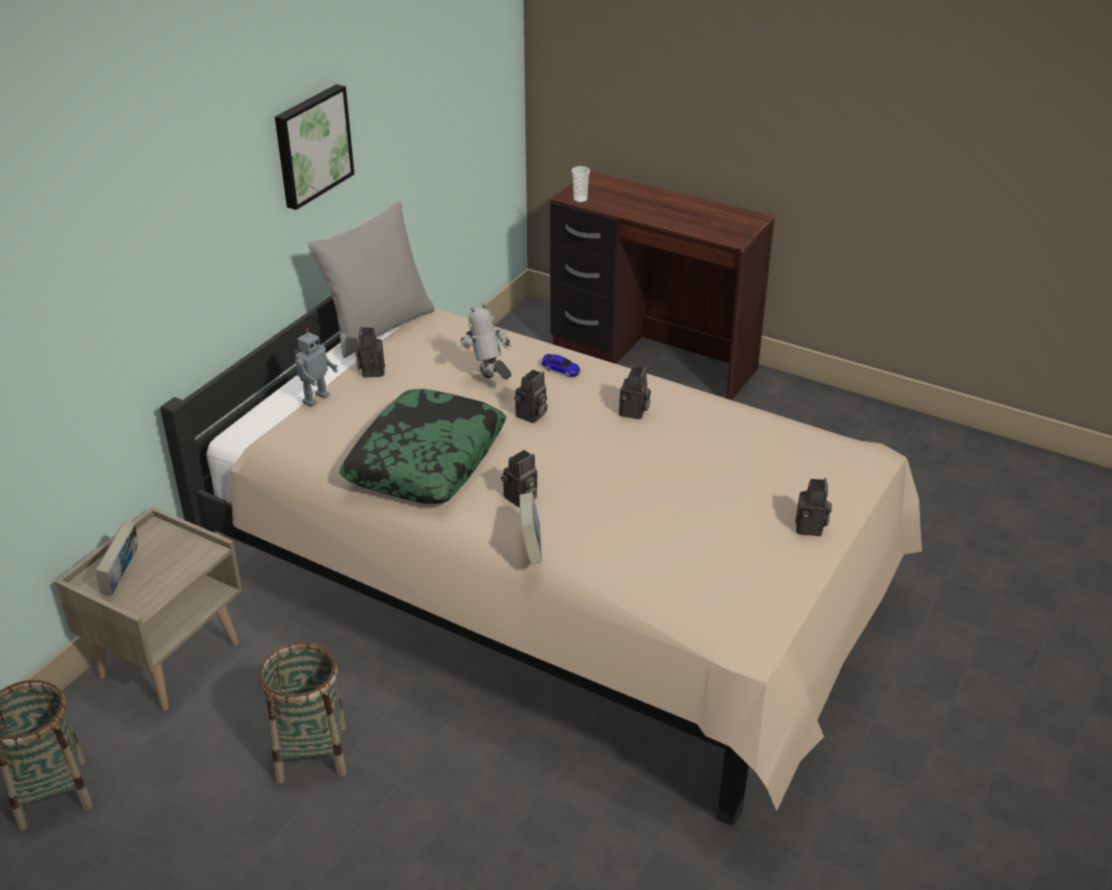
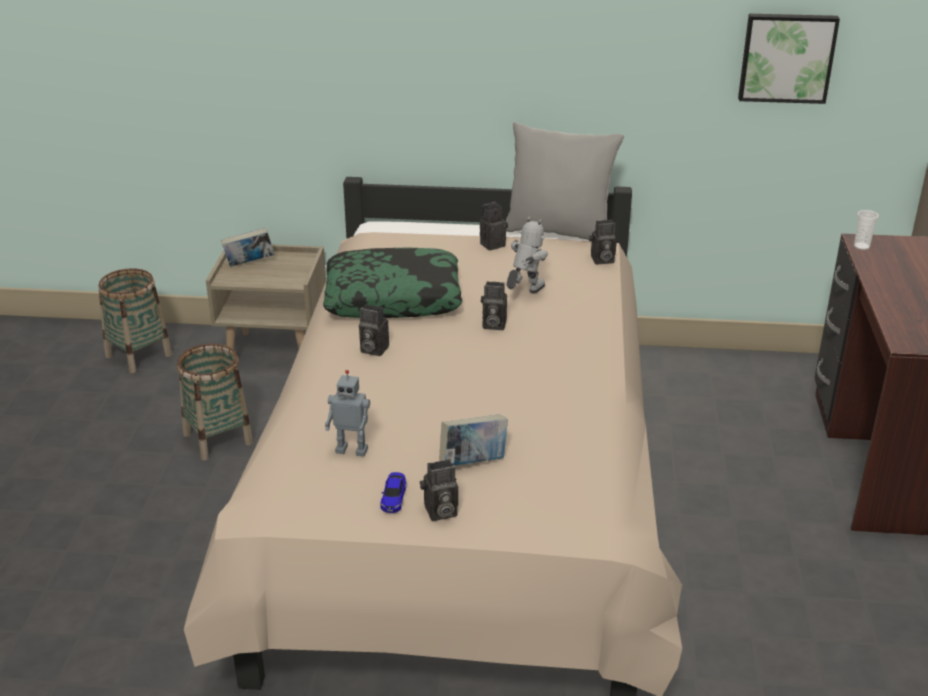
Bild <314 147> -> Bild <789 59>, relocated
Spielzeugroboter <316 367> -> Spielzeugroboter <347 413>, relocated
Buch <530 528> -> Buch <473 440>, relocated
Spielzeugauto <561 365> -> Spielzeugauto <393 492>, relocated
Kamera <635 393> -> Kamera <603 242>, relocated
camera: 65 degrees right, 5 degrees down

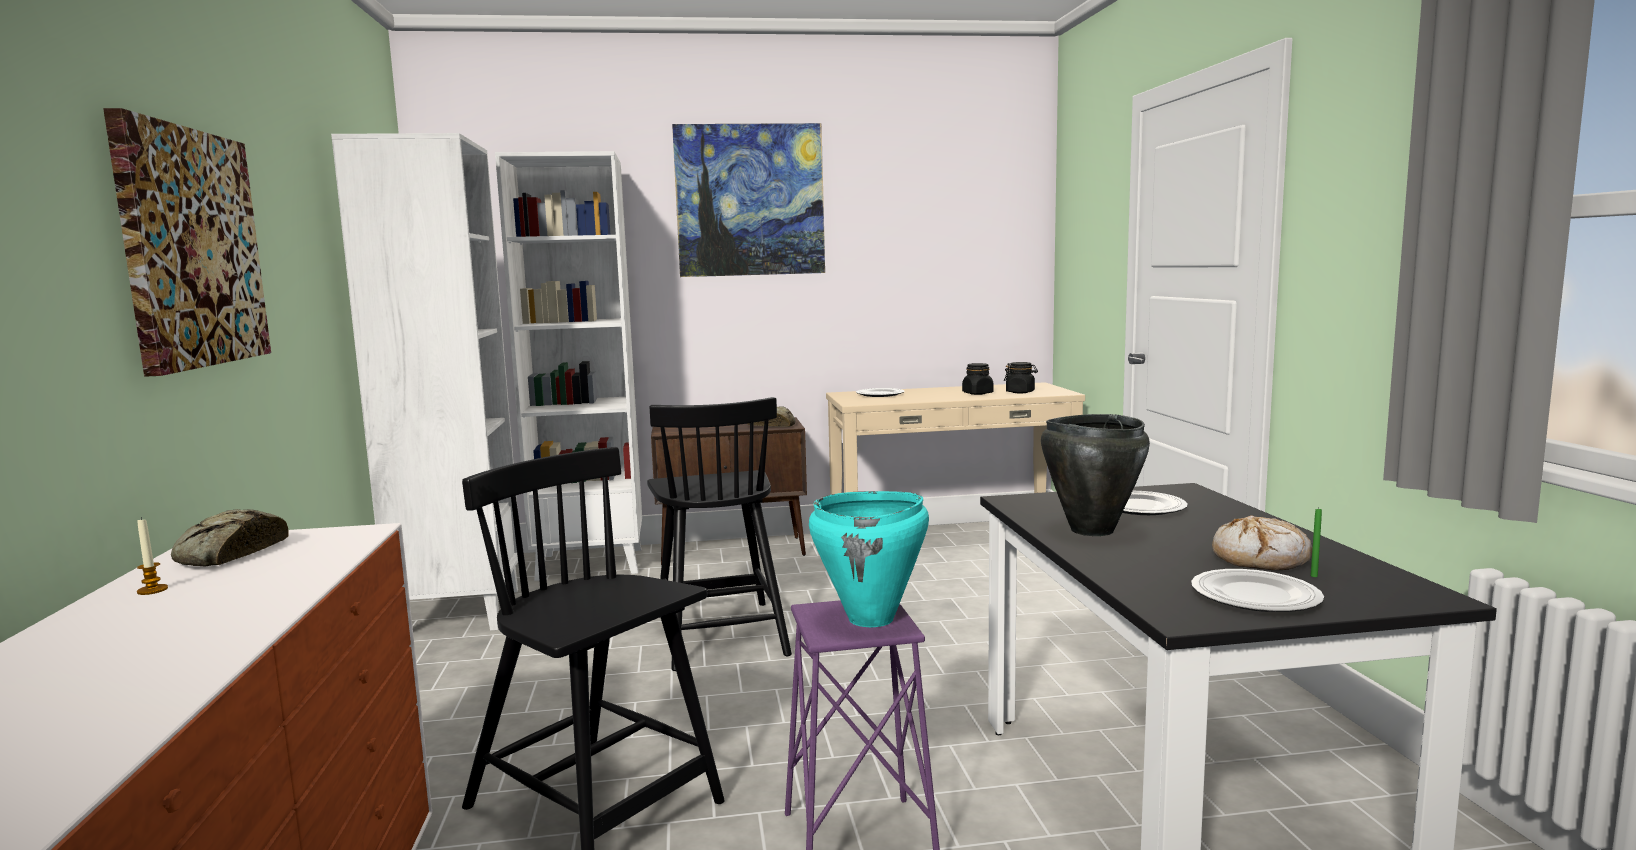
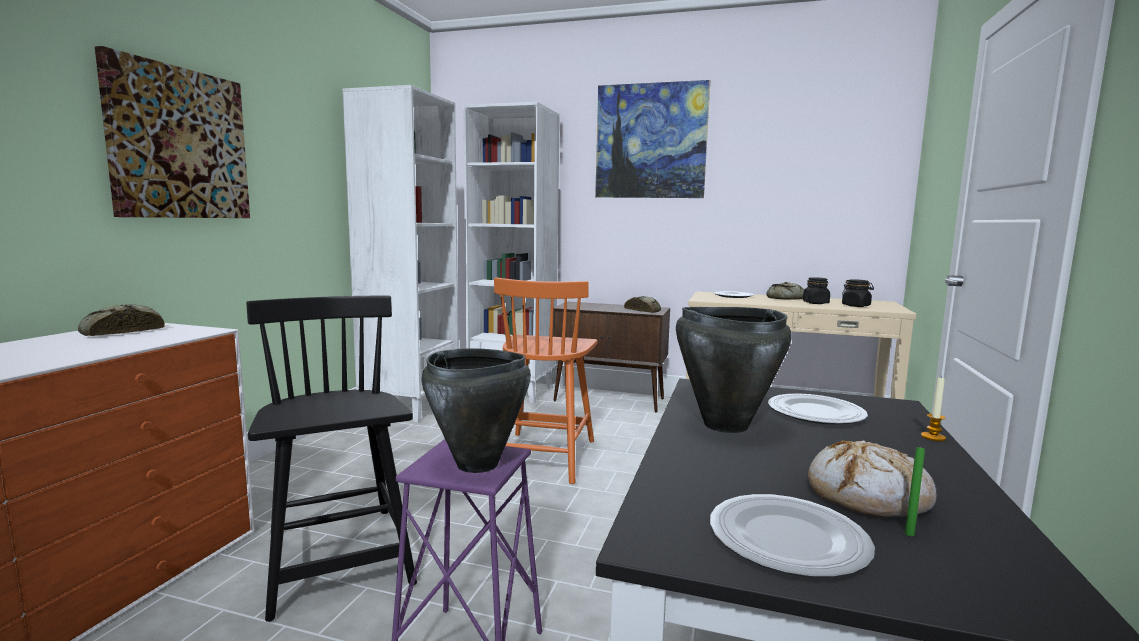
none -> Brot <785 291>
Kerze <152 556> -> Kerze <933 408>, relocated
Stuhl (schwarz) <719 534> -> Stuhl (orange) <546 381>
Kochtopf (türkis) <869 559> -> Kochtopf (schwarz) <476 410>
camera: 25 degrees right, 0 degrees up

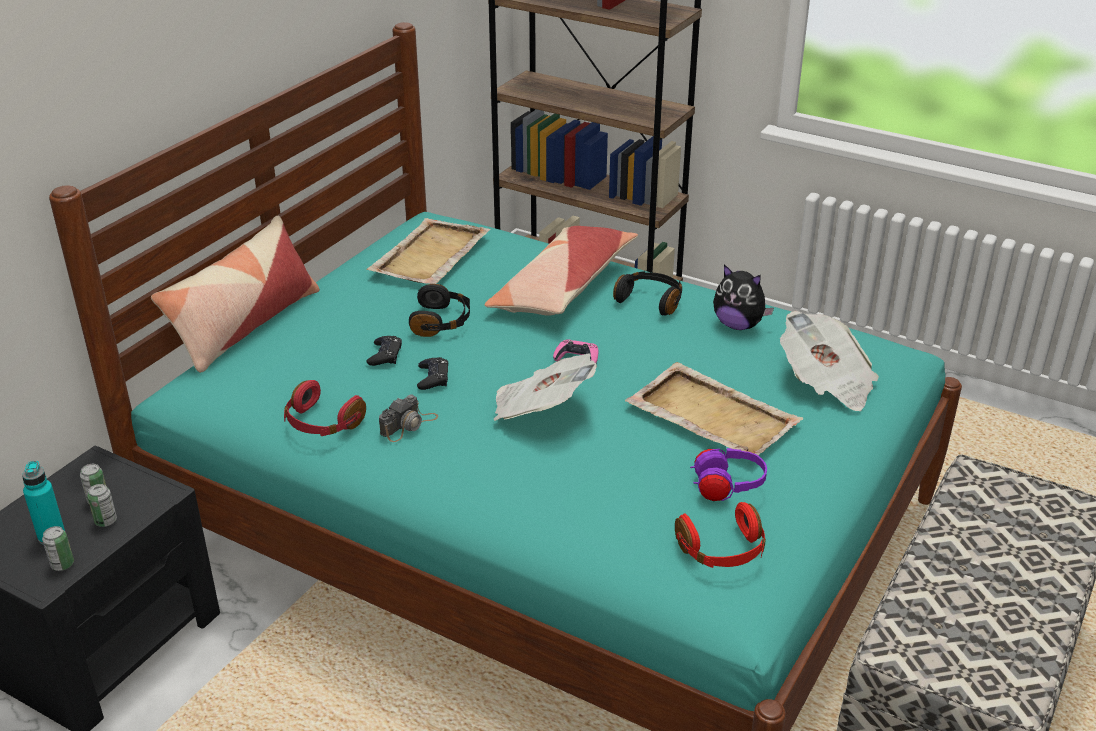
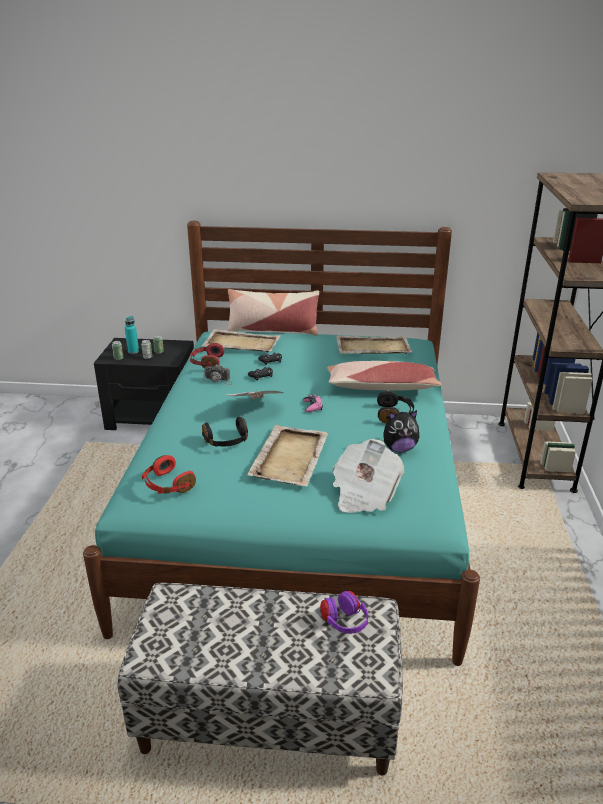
none -> Tablett (beige) <241 340>
Kopfhörer (schwarz) <439 310> -> Kopfhörer (schwarz) <225 432>, relocated
Kopfhörer (lila) <728 474> -> Kopfhörer (lila) <344 612>, relocated
Plüschtier <743 297> -> Plüschtier <401 431>, 105 degrees counterclockwise
camera: 65 degrees right, 5 degrees down

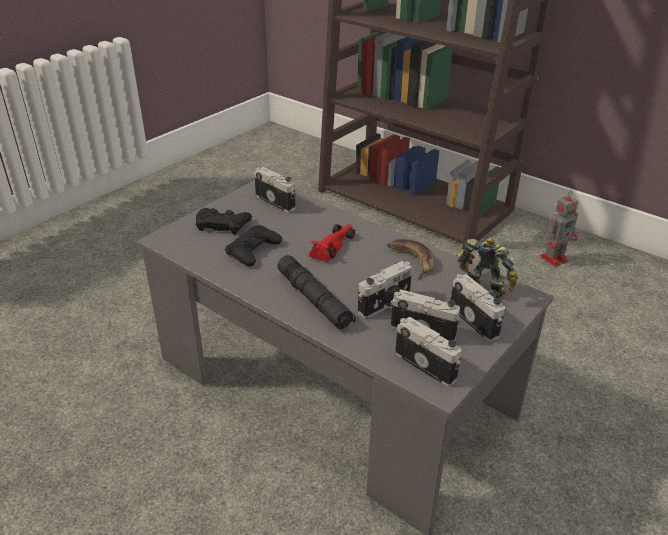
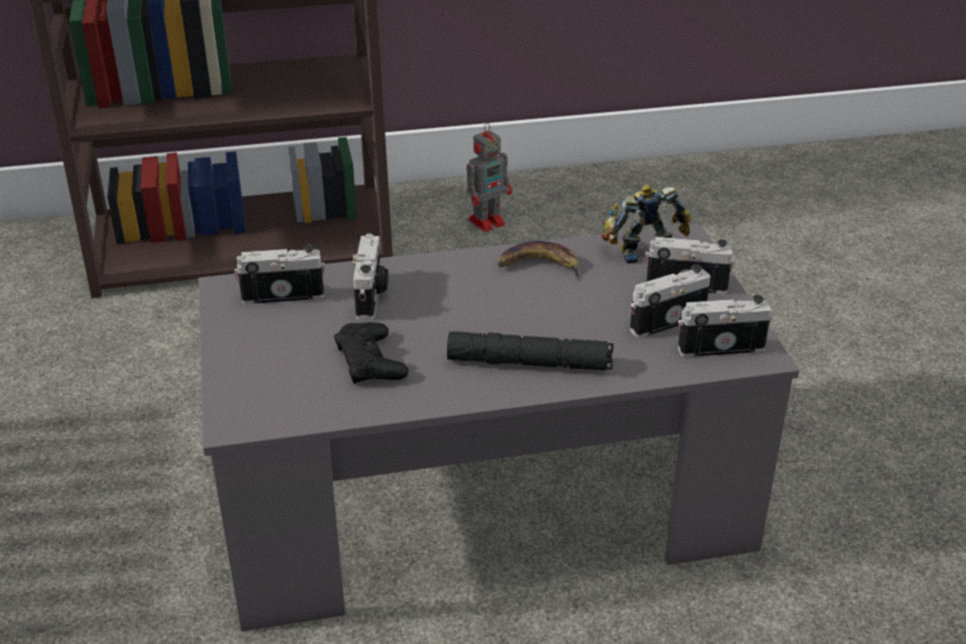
Gamepad (schwarz) <224 221> -> none
Spielzeugauto (rot) <332 243> -> none
Kamera <385 289> -> Kamera <370 277>, relocated
Spielzeugroboter <559 228> -> Spielzeugroboter <489 177>, 45 degrees clockwise
camera: 50 degrees left, 0 degrees up

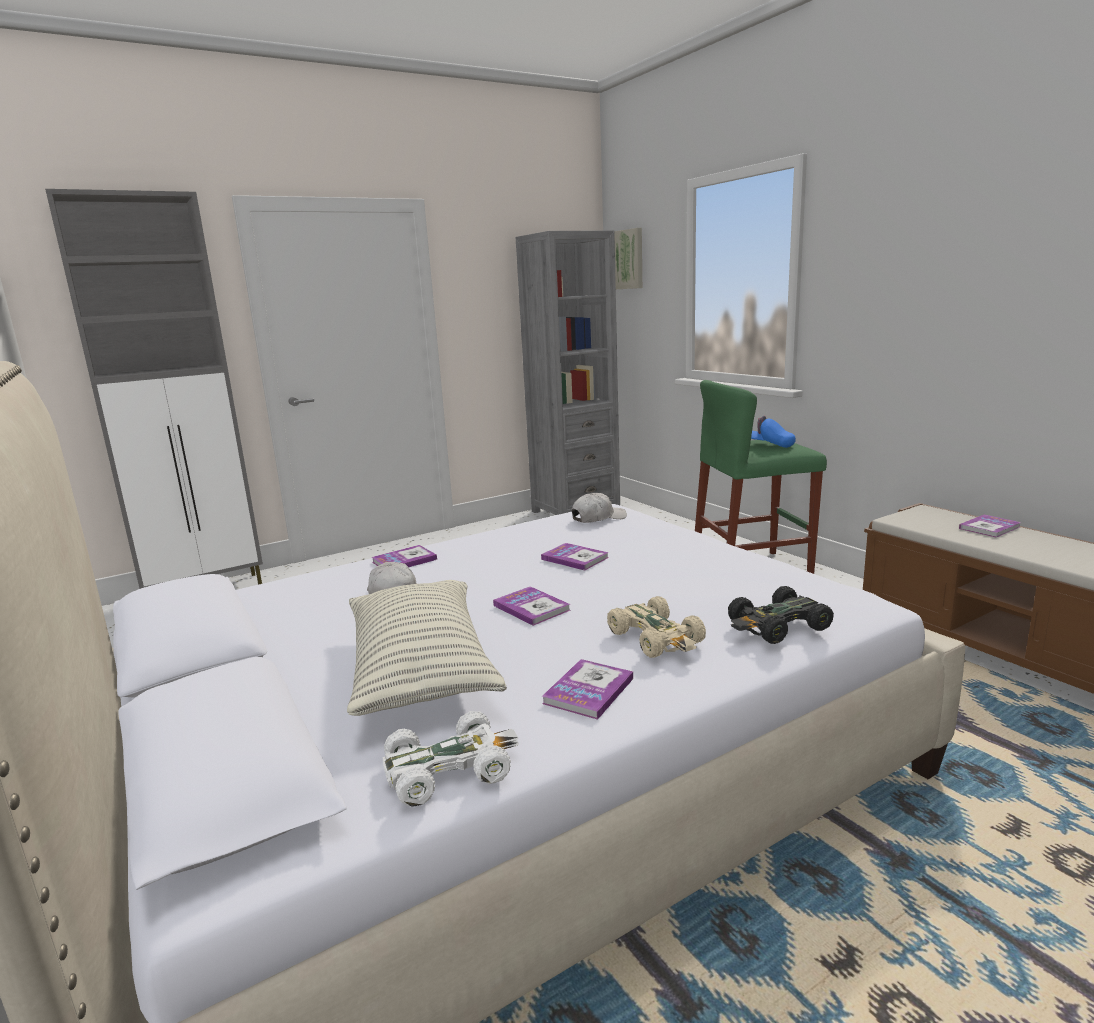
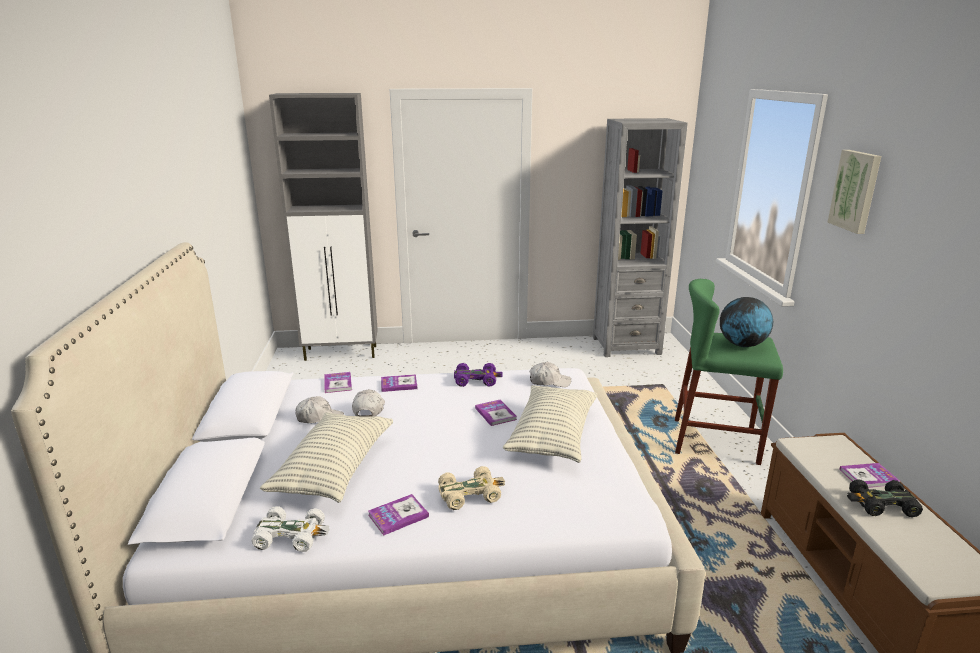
none -> Kappe (weiß) <320 409>
none -> Spielzeugauto (lila) <478 375>
none -> Kissen <550 424>
Buch <531 606> -> Buch <338 382>, relocated
Bild <628 258> -> Bild <854 192>, relocated
Spielzeugauto (schwarz) <781 615> -> Spielzeugauto (schwarz) <885 498>, relocated
Kappe (blau) <773 432> -> Globus <746 322>
Spielzeugauto (beige) <656 627> -> Spielzeugauto (beige) <471 488>, 105 degrees counterclockwise
camera: 25 degrees right, 5 degrees up

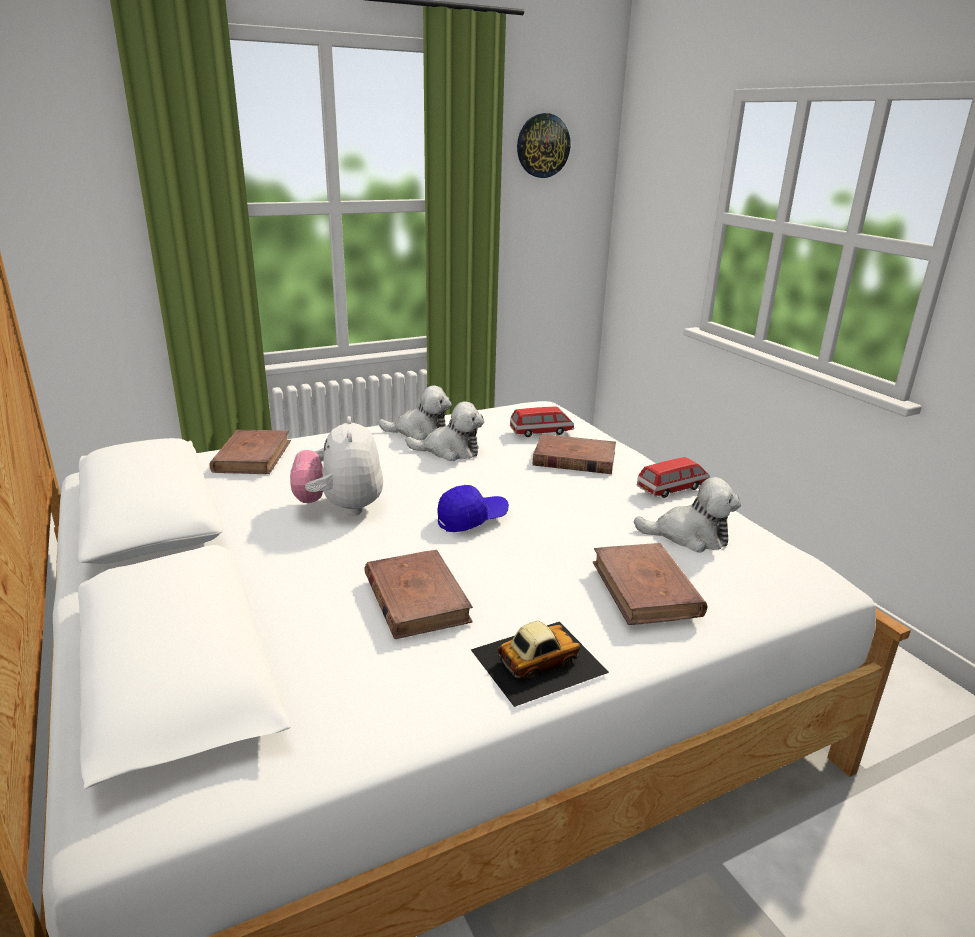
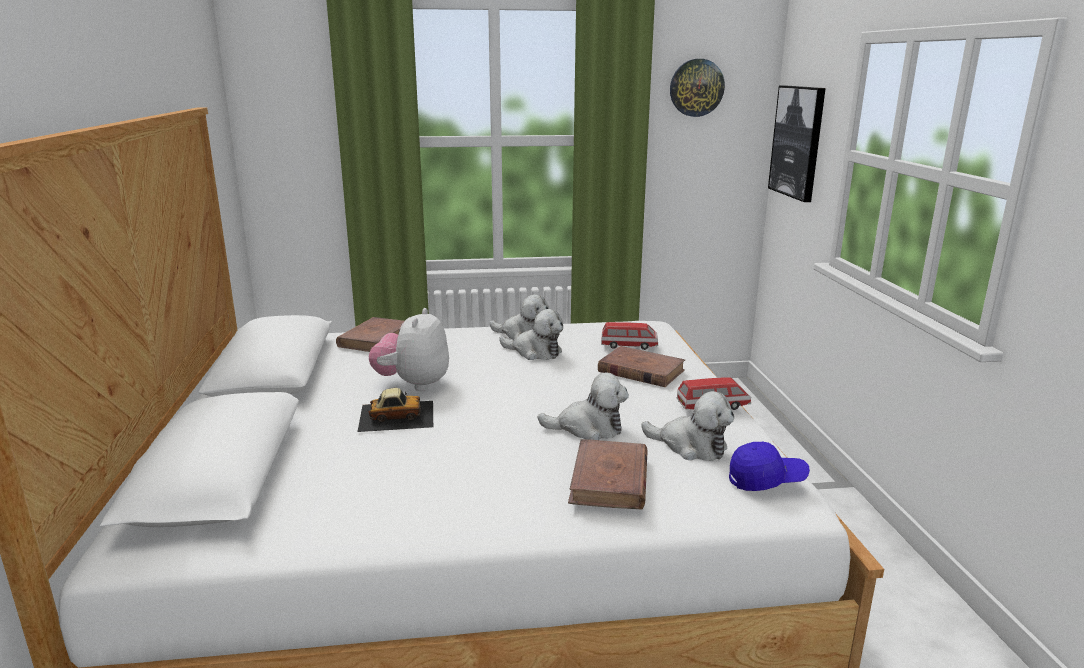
Buch (braun) <418 594> -> none
none -> Plüschtier <583 406>
none -> Bild <797 143>
Kappe (blau) <473 508> -> Kappe (blau) <769 466>, relocated
Spielzeugauto <540 664> -> Spielzeugauto <395 410>, relocated
camera: 20 degrees right, 5 degrees down

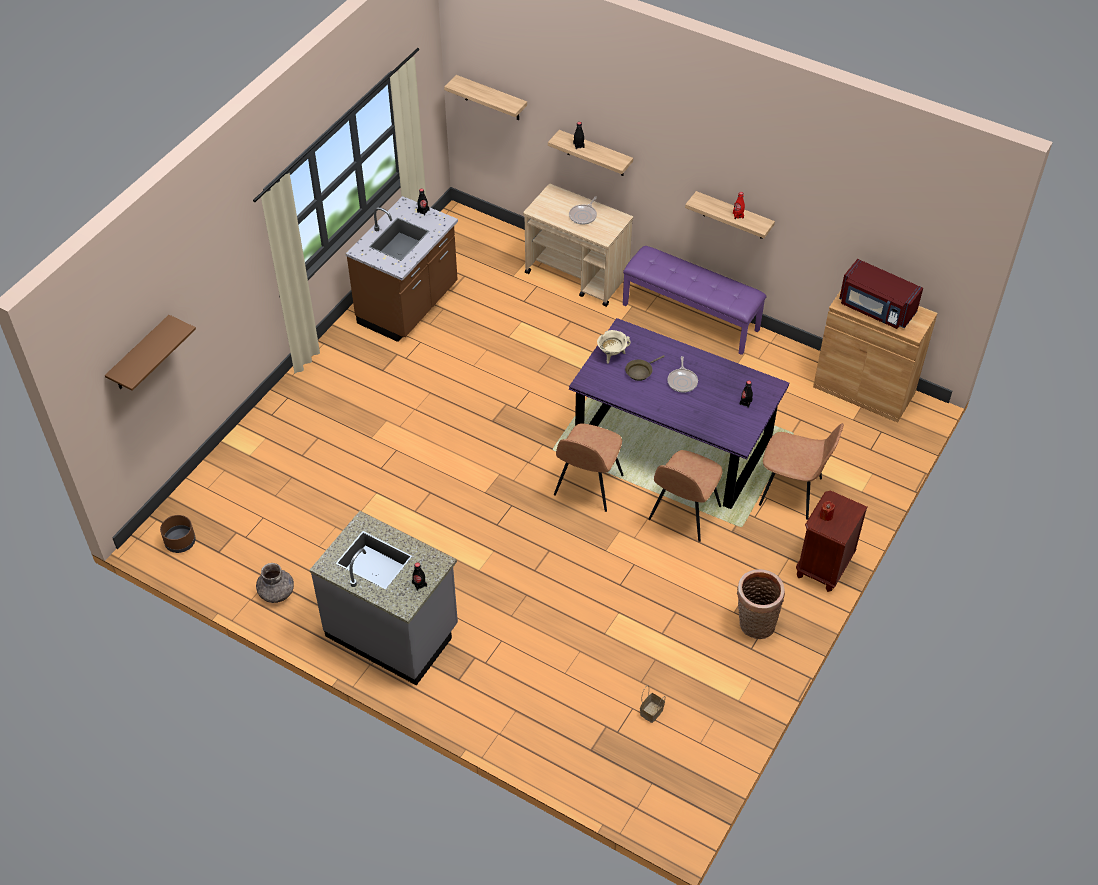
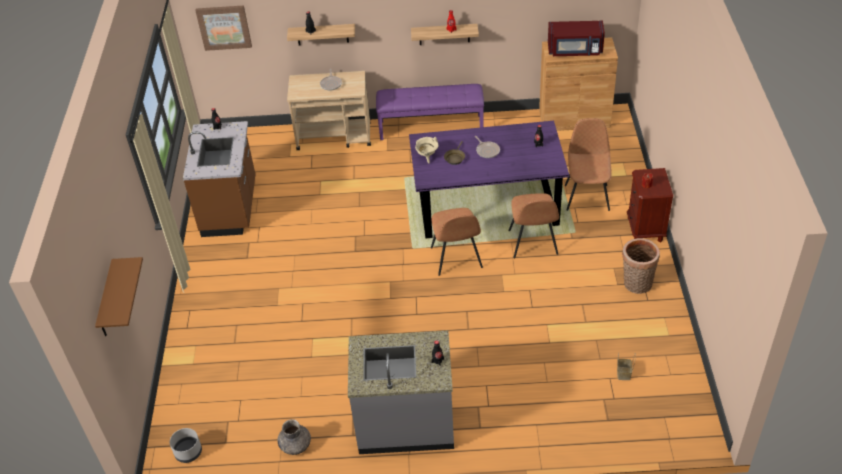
Wandregal <485 97> -> Bild <223 28>
Pflanzkübel (braun) <178 534> -> Pflanzkübel (grau) <186 445>
Stuhl (braun) <801 471> -> Stuhl (braun) <588 164>, 75 degrees counterclockwise
camera: 30 degrees left, 5 degrees down

